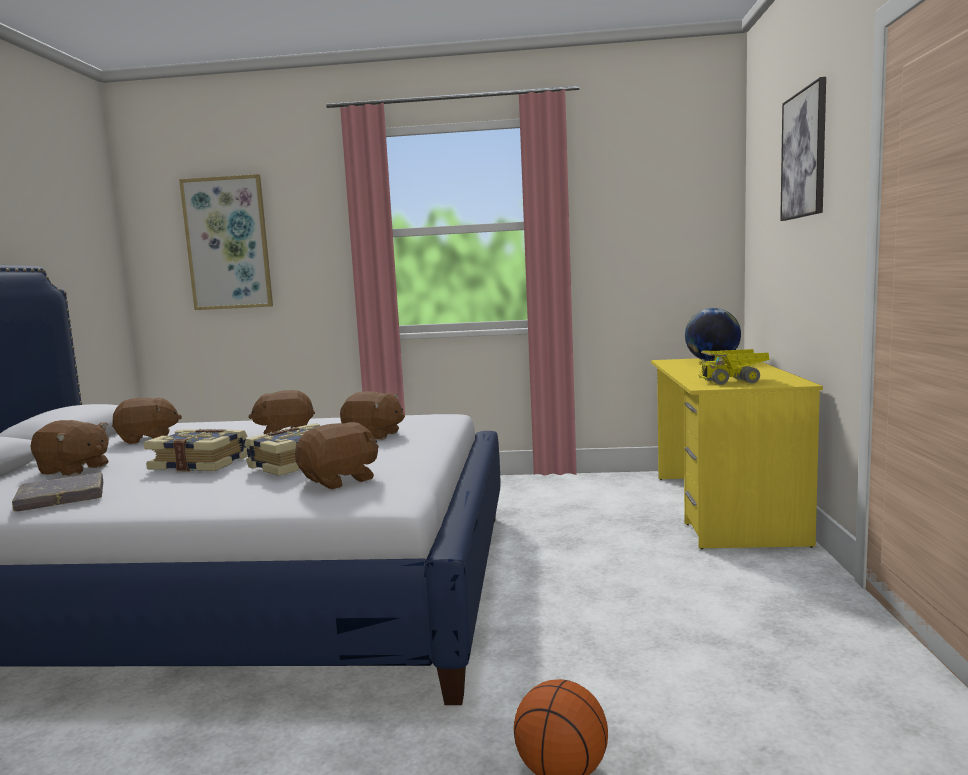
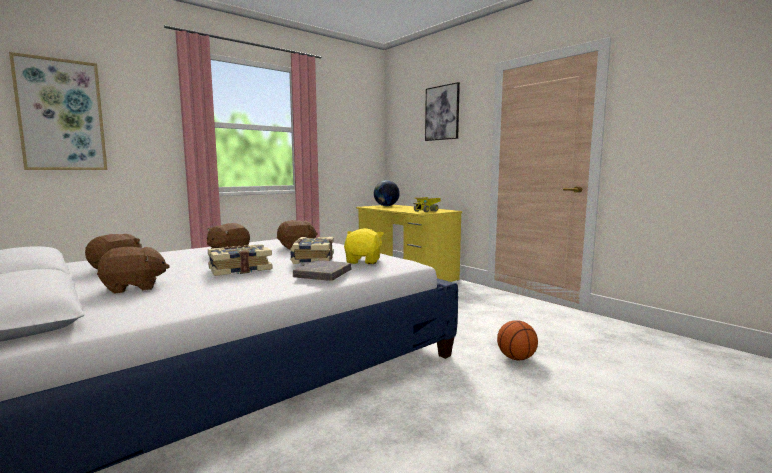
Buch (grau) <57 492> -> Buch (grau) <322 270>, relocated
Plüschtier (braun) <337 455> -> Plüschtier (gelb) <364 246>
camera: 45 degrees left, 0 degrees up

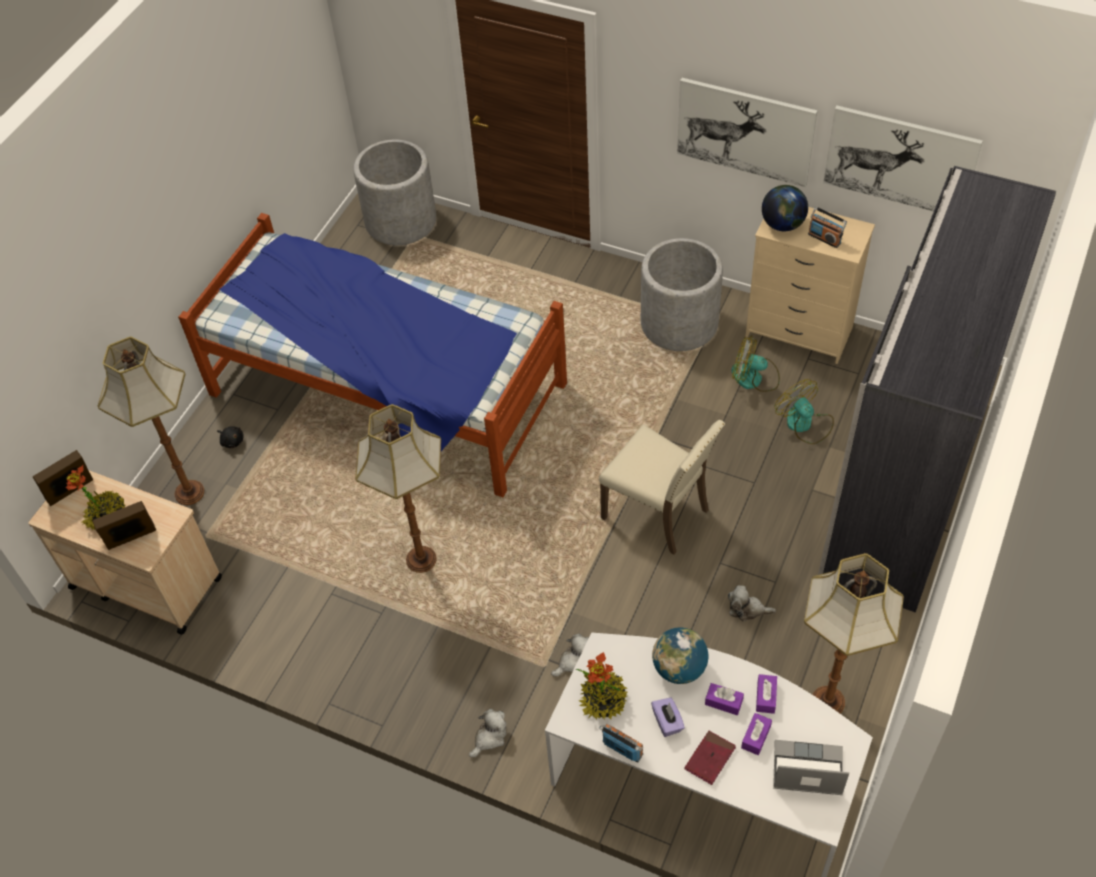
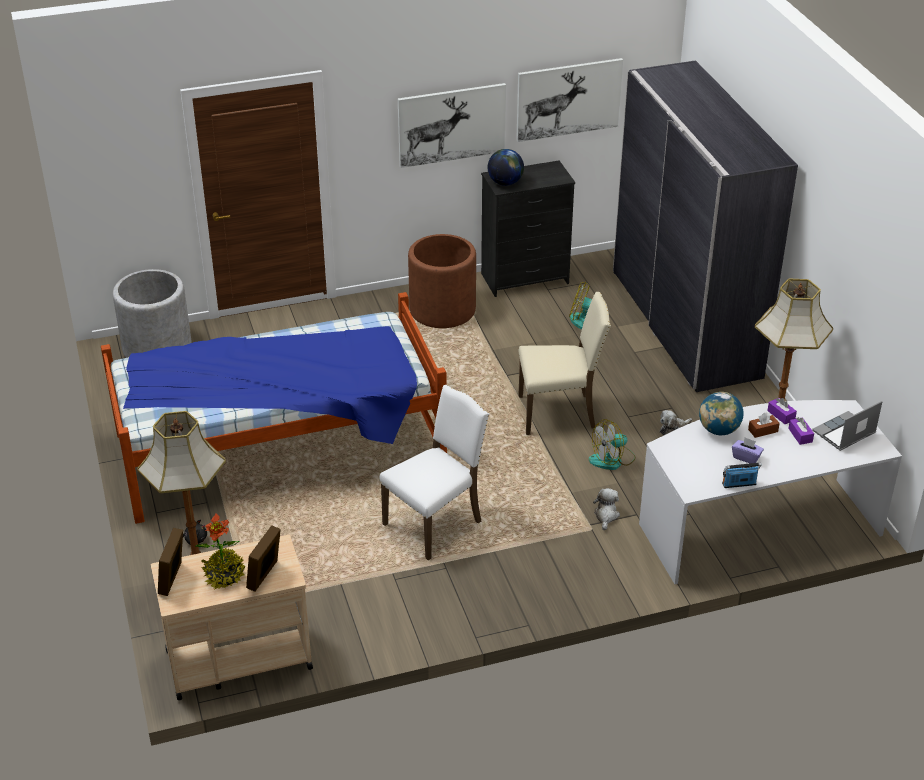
Plüschtier <488 733> -> none
Topfpflanze <601 686> -> none
Buch (rot) <710 758> -> none
Radio <827 227> -> none
Ventilator <755 363> -> Ventilator <612 444>, relocated
Stehlampe <398 488> -> Stuhl (weiß) <434 472>
Pflanzkübel (grau) <682 294> -> Pflanzkübel (braun) <442 281>
Taschentuchbox (lila) <724 699> -> Taschentuchbox (braun) <764 425>
Kommode (beige) <810 285> -> Kommode (schwarz) <528 228>
camera: 45 degrees left, 15 degrees down

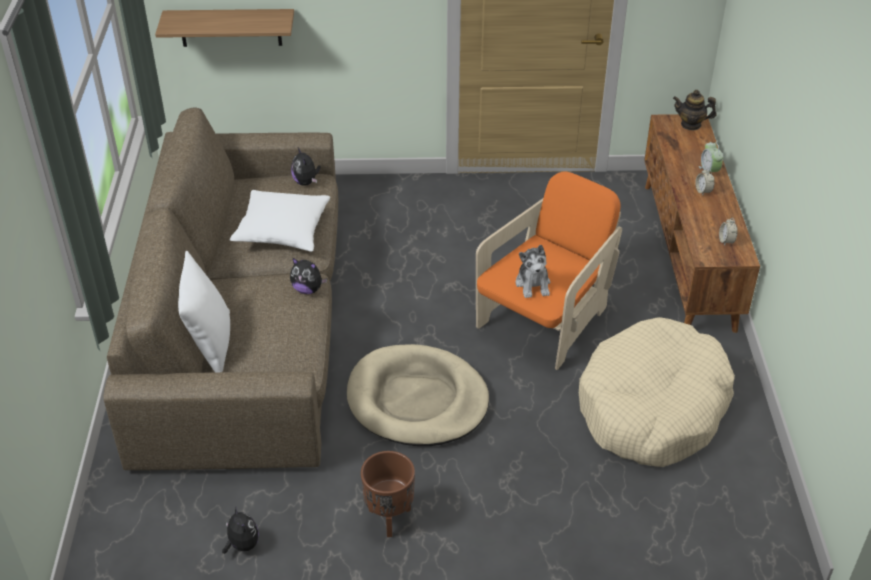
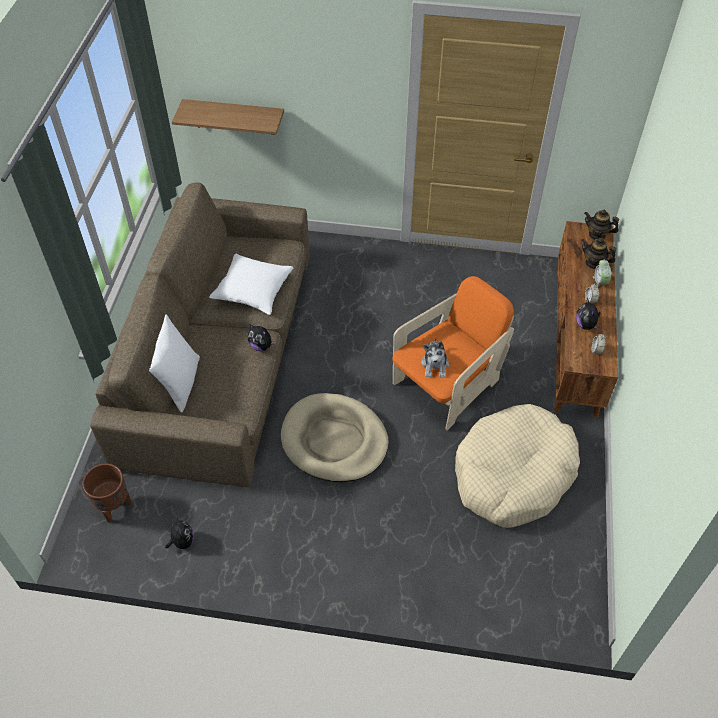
none -> Teekanne <598 253>
Plüschtier <306 167> -> Plüschtier <588 314>, relocated
Pflanzkübel (braun) <388 494> -> Pflanzkübel (braun) <107 493>, relocated
camera: 10 degrees right, 10 degrees up

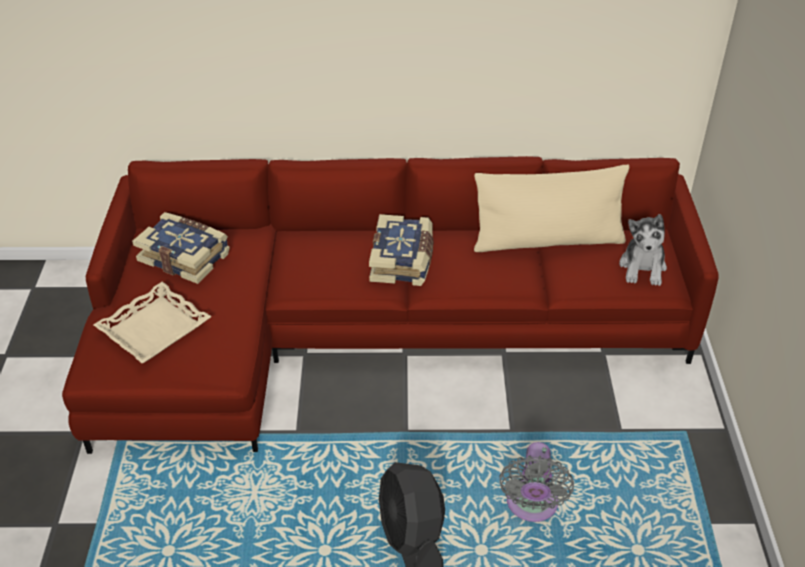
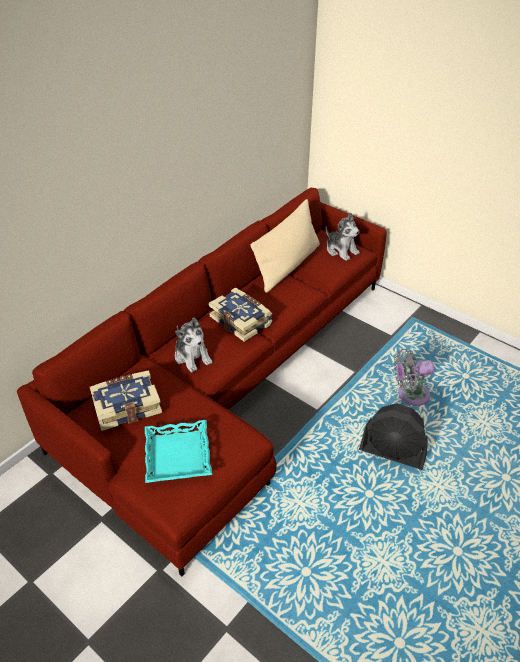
none -> Plüschtier <193 345>
Tablett (beige) <152 322> -> Tablett (türkis) <178 451>
Ventilator (grau) <536 482> -> Ventilator (grau) <414 377>, 120 degrees clockwise
camera: 50 degrees left, 0 degrees up

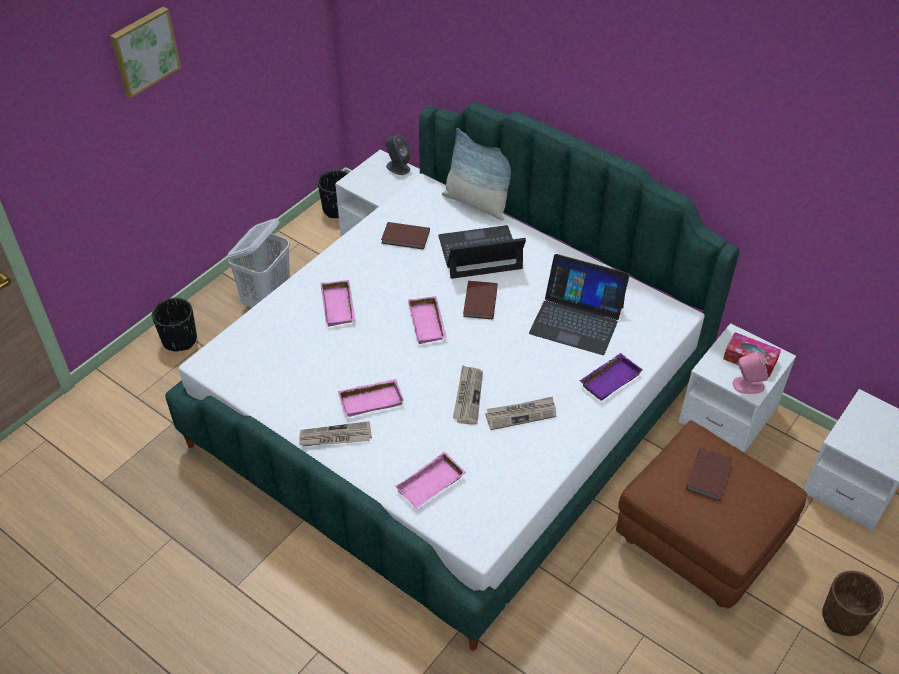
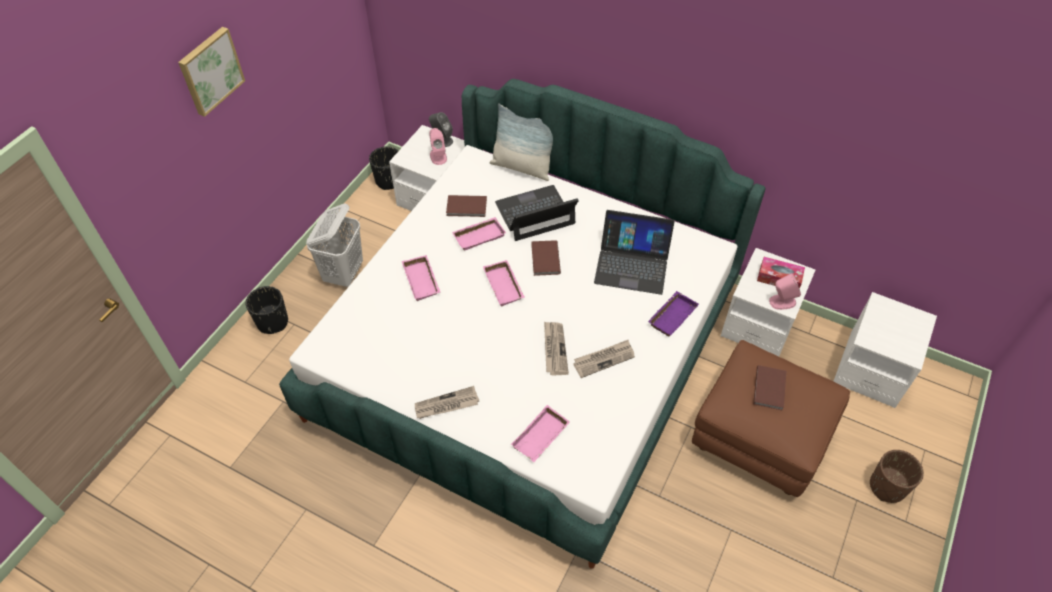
none -> Lautsprecher (rosa) <438 146>
Tablett (rosa) <371 398> -> Tablett (rosa) <479 234>, relocated
camera: 10 degrees left, 5 degrees up

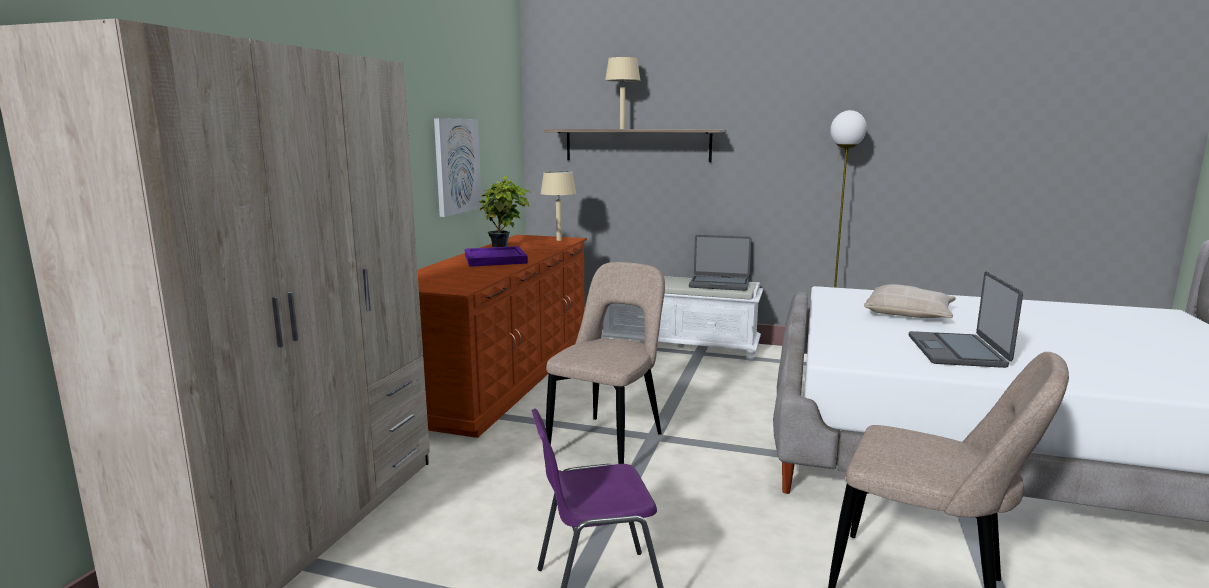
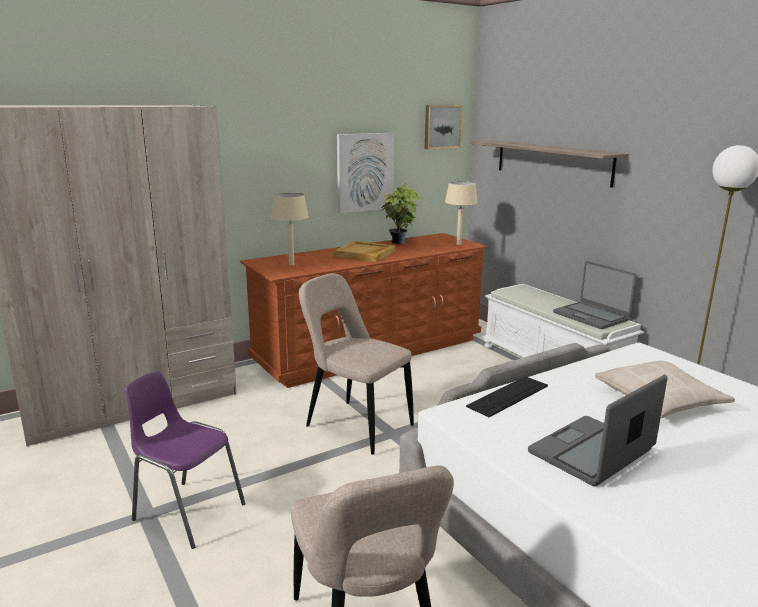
none -> Bild <443 127>
none -> Tastatur <507 396>
Tischlampe (beige) <623 93> -> Tischlampe (beige) <290 228>, relocated
Tablett (lila) <496 256> -> Tablett (beige) <364 251>
Stuhl (beige) <605 363> -> Stuhl (beige) <356 364>, 120 degrees counterclockwise
camera: 40 degrees right, 5 degrees up

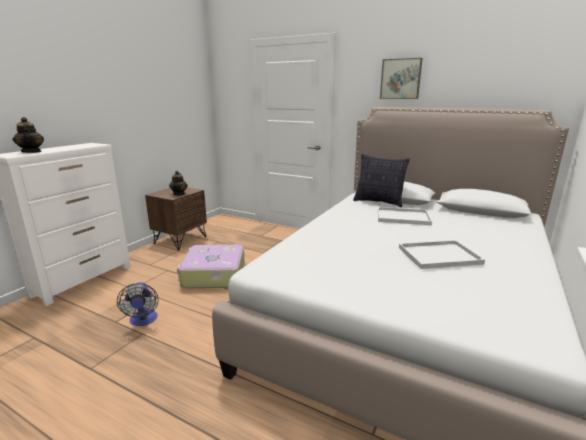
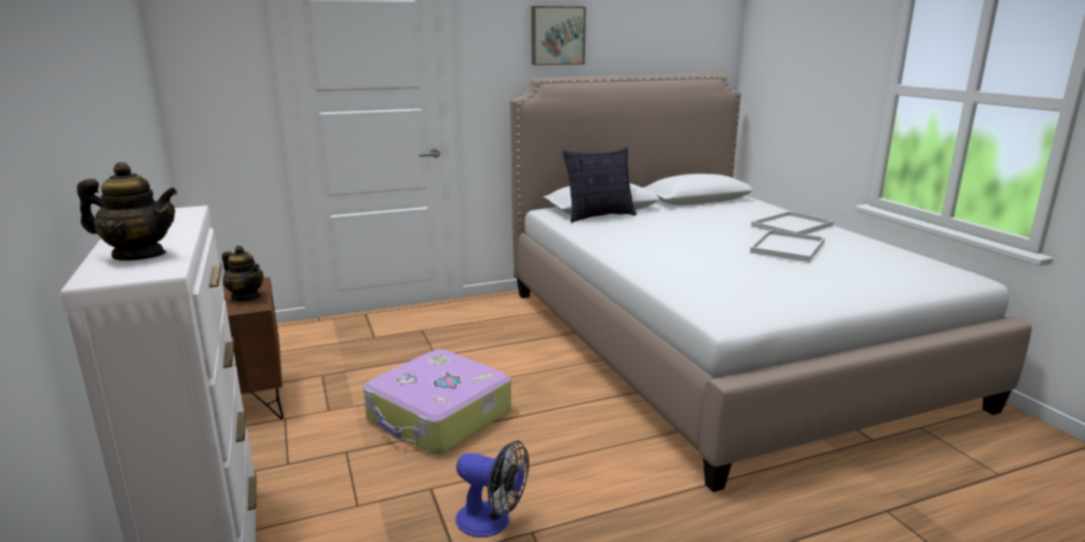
Tablett (weiß) <405 216> -> Tablett (weiß) <792 222>, relocated
camera: 50 degrees left, 0 degrees up

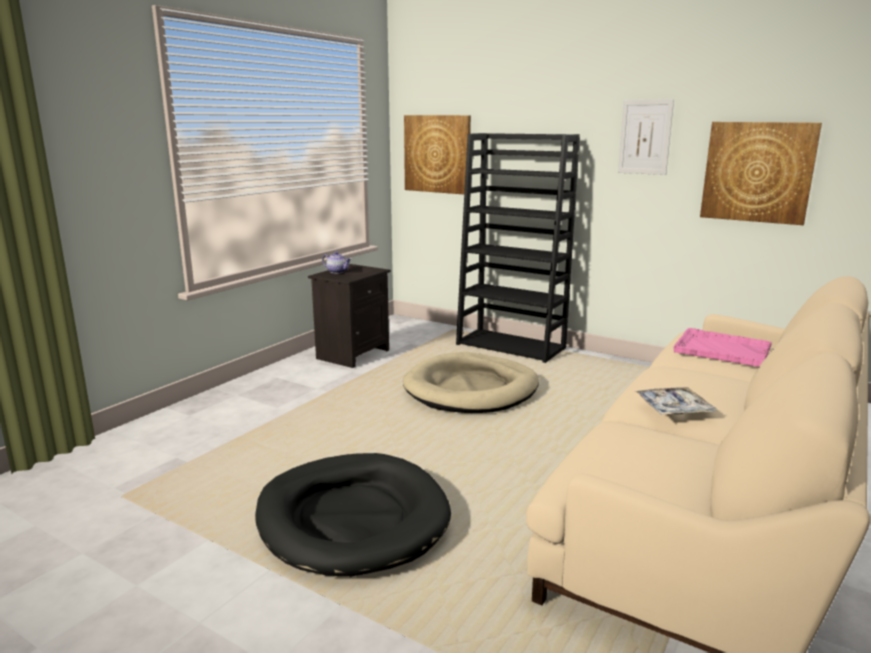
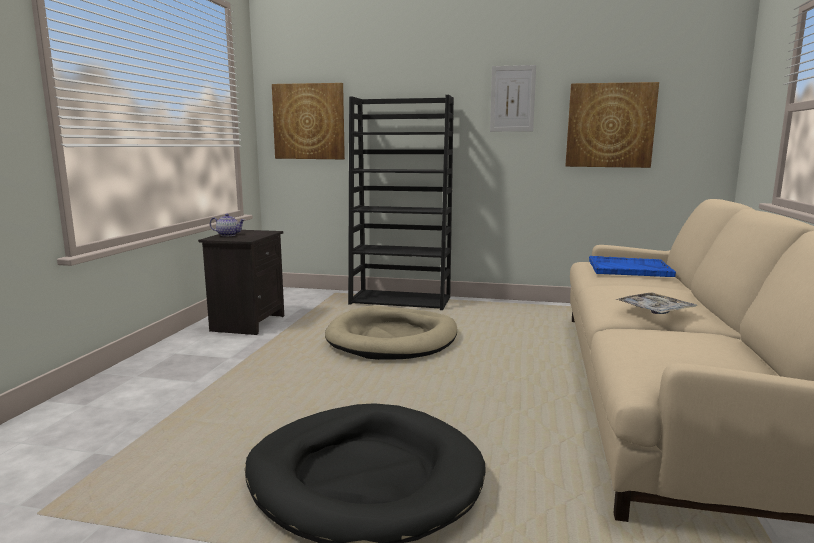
Tablett (rosa) <723 347> -> Tablett (blau) <632 266>
camera: 20 degrees left, 5 degrees down

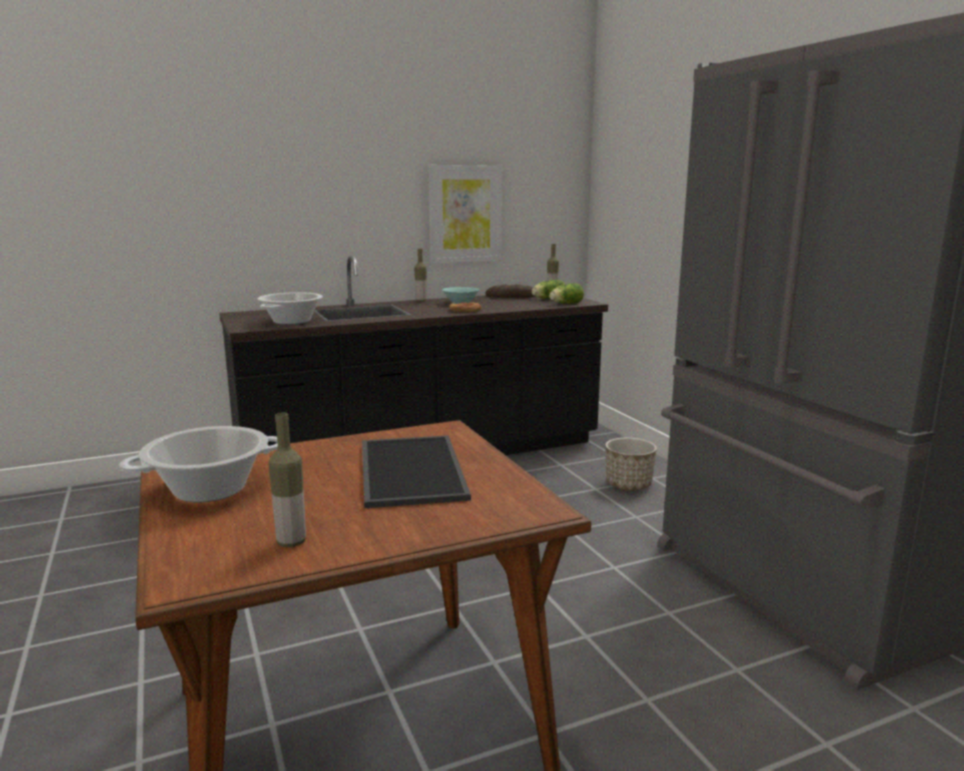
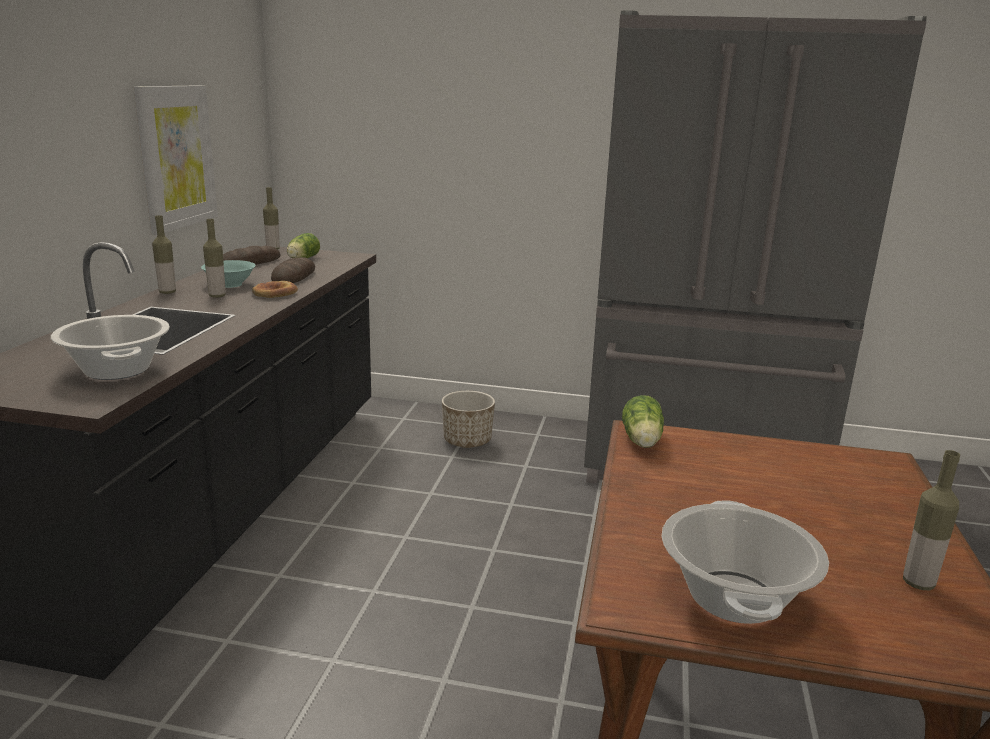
Tablett <416 471> -> none
none -> Flasche <214 258>
none -> Brot <293 270>
Salatkopf <566 293> -> Salatkopf <643 421>, relocated
camera: 55 degrees left, 5 degrees up

